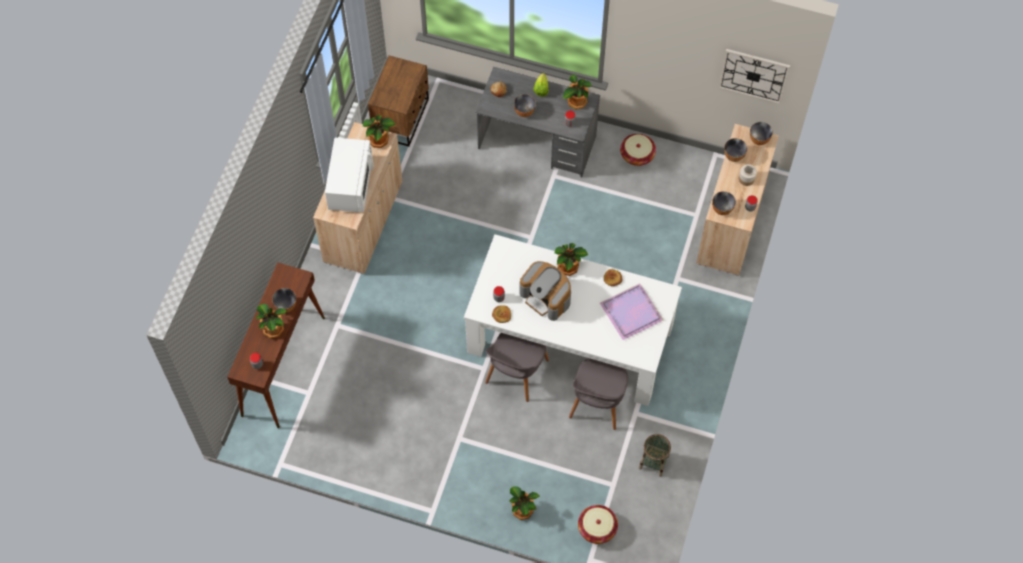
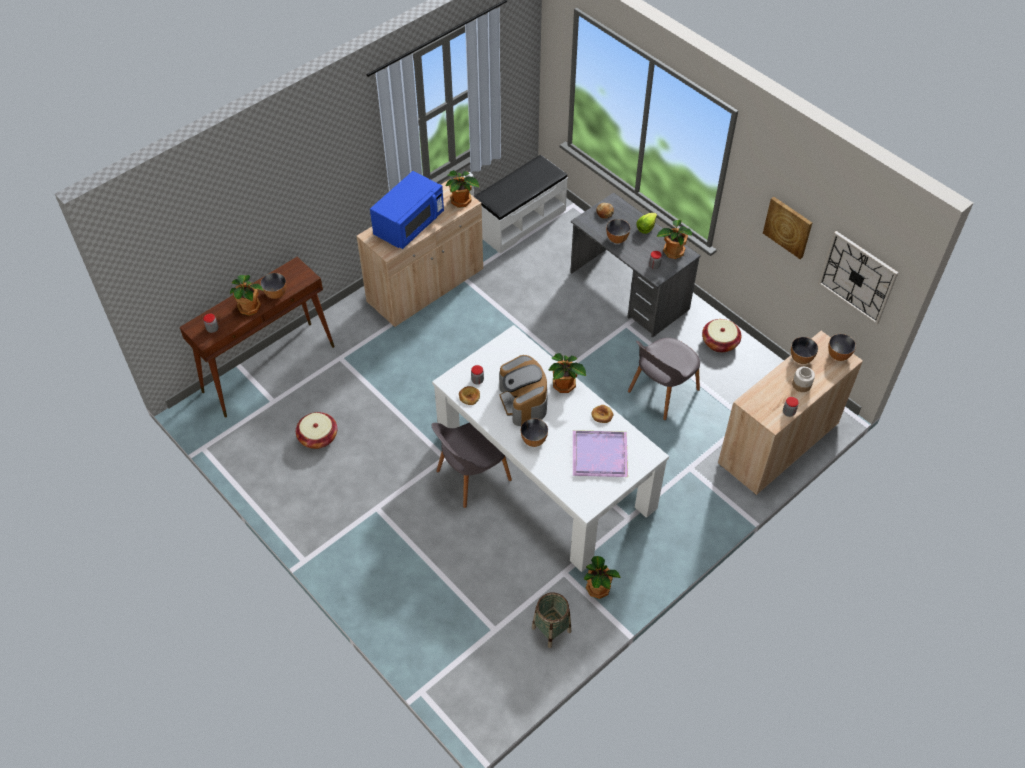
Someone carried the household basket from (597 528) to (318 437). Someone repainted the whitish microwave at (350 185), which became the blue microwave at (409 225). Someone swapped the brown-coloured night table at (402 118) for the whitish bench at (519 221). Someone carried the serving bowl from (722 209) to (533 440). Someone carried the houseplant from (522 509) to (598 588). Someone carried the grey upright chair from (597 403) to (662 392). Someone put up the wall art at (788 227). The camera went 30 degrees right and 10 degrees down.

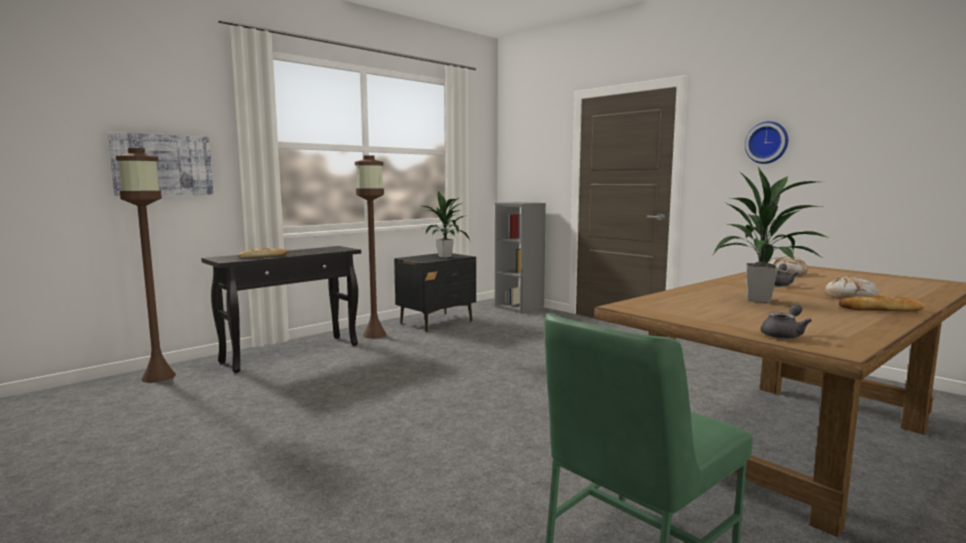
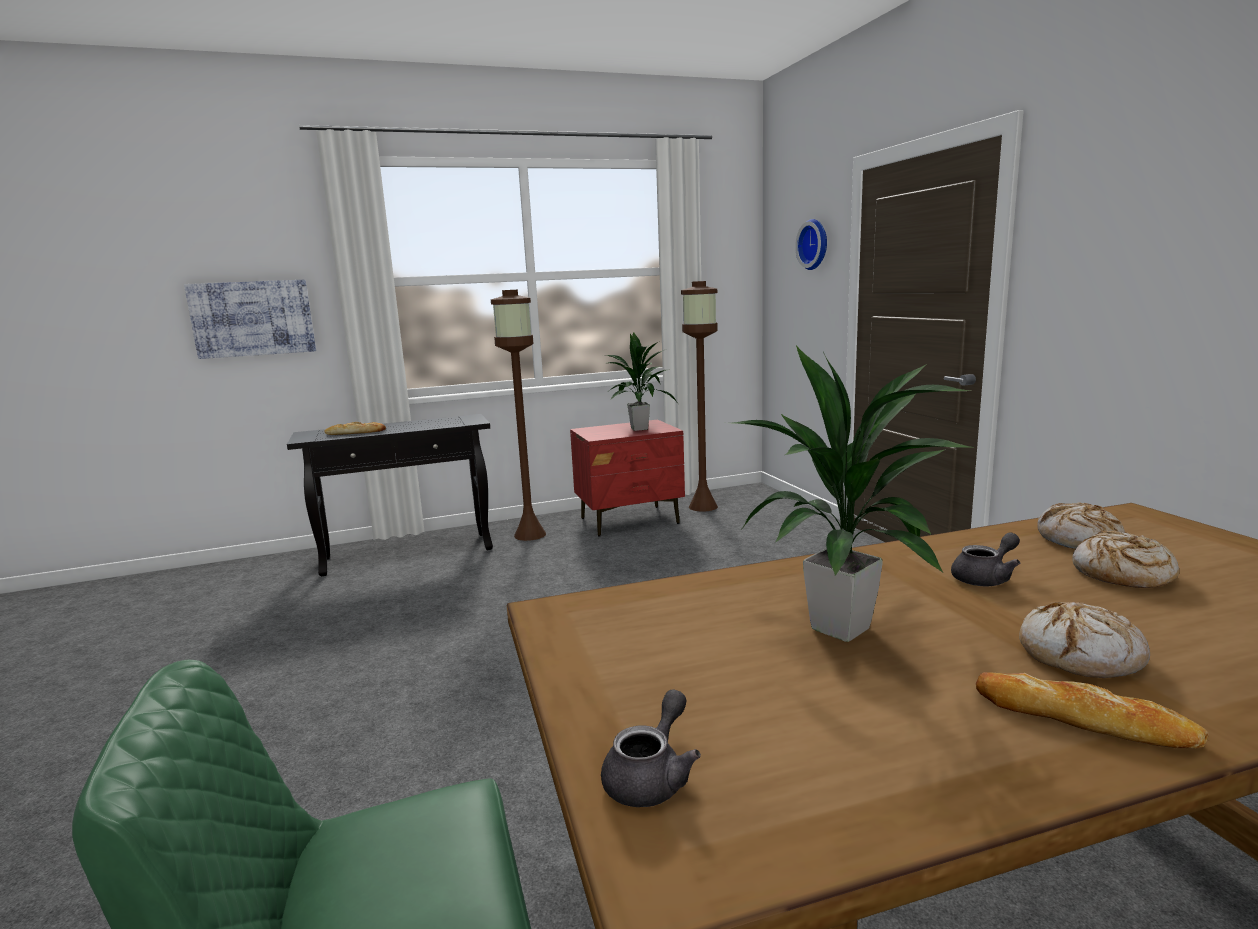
Someone repainted the black night table at (437 322), which became the red-coloured night table at (630 521). Someone rotated the grey teapot at (784 335) by 45 degrees counterclockwise. Someone carried the brown-coloured standard lamp from (158 377) to (703 507). Someone carried the hanging clock from (767 142) to (815 244). Someone put down the bread at (1122 574). Someone took away the grey bookshelf at (519 307). The camera went 25 degrees right and 5 degrees up.

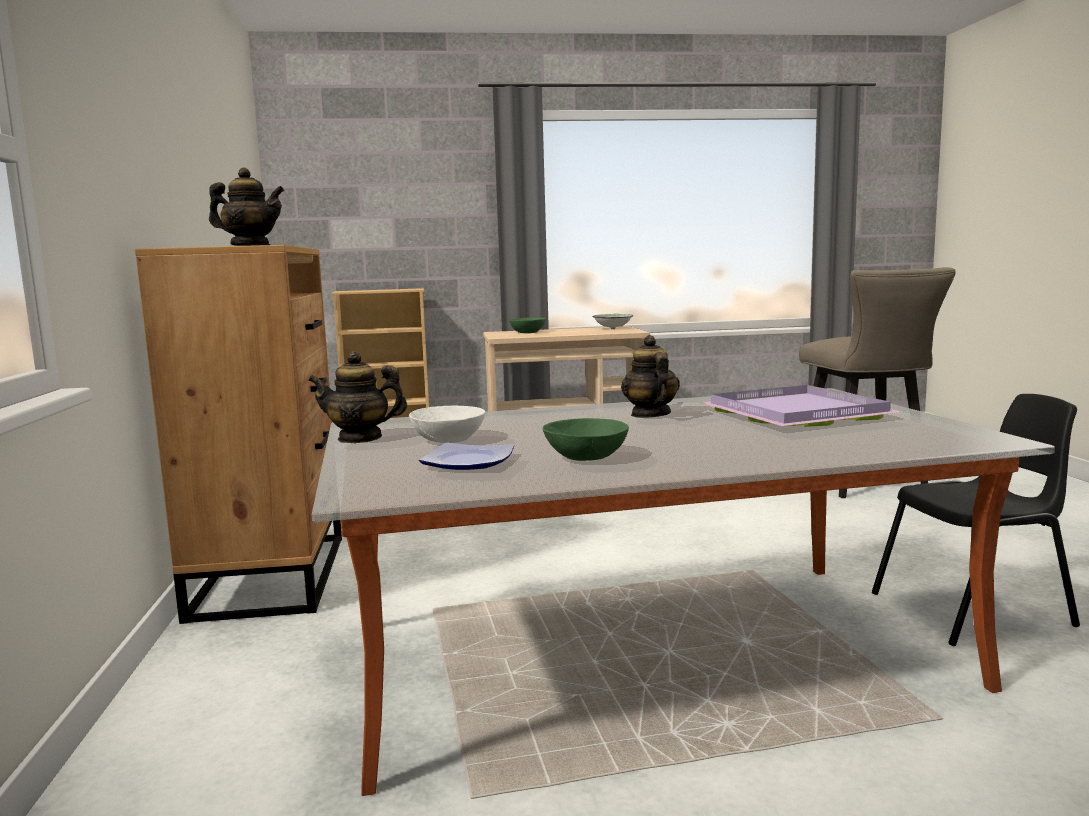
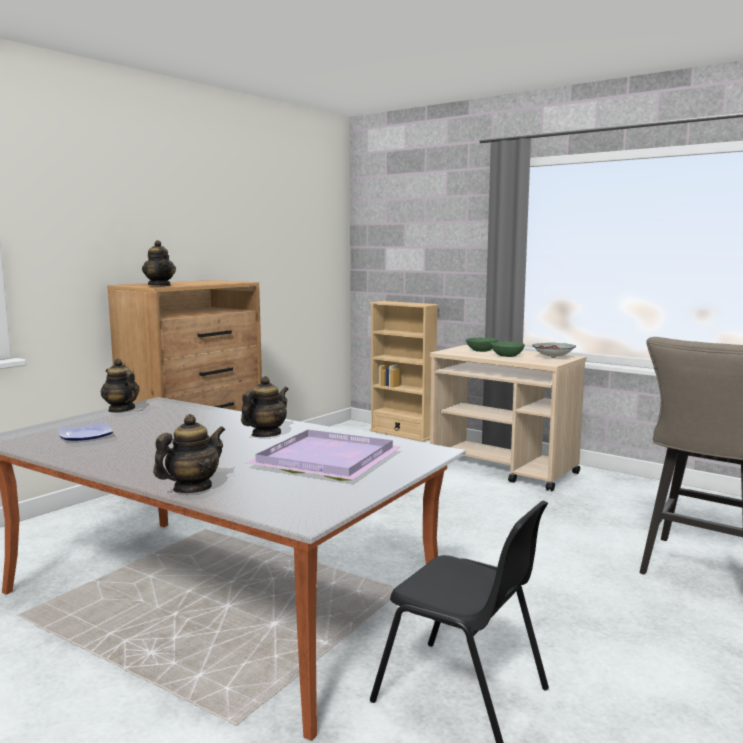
Someone put down the teapot at (192 488). Someone carried the greenish serving bowl from (585 457) to (507 356). Someone took away the whitish serving bowl at (448 440). The camera went 45 degrees right and 0 degrees up.

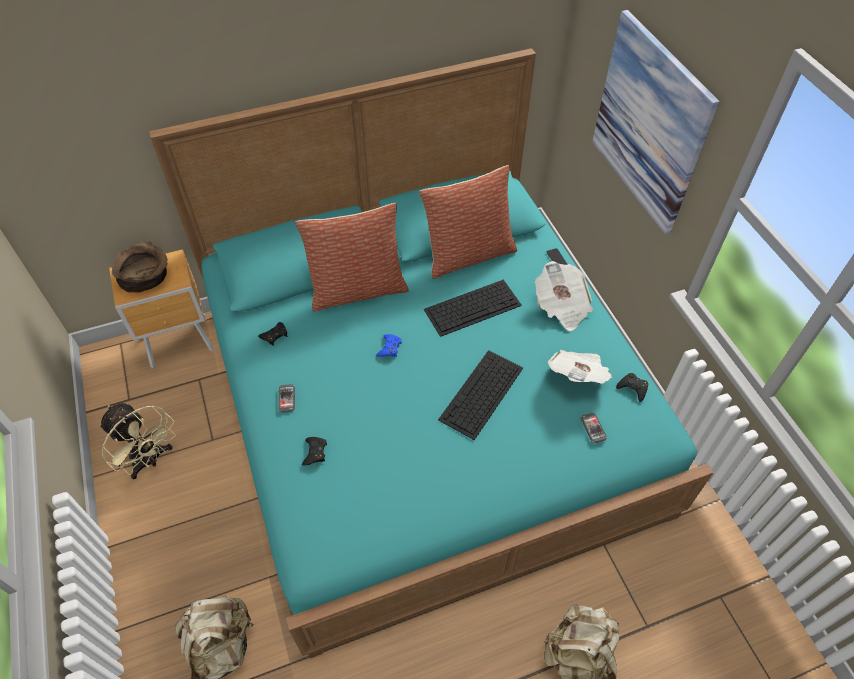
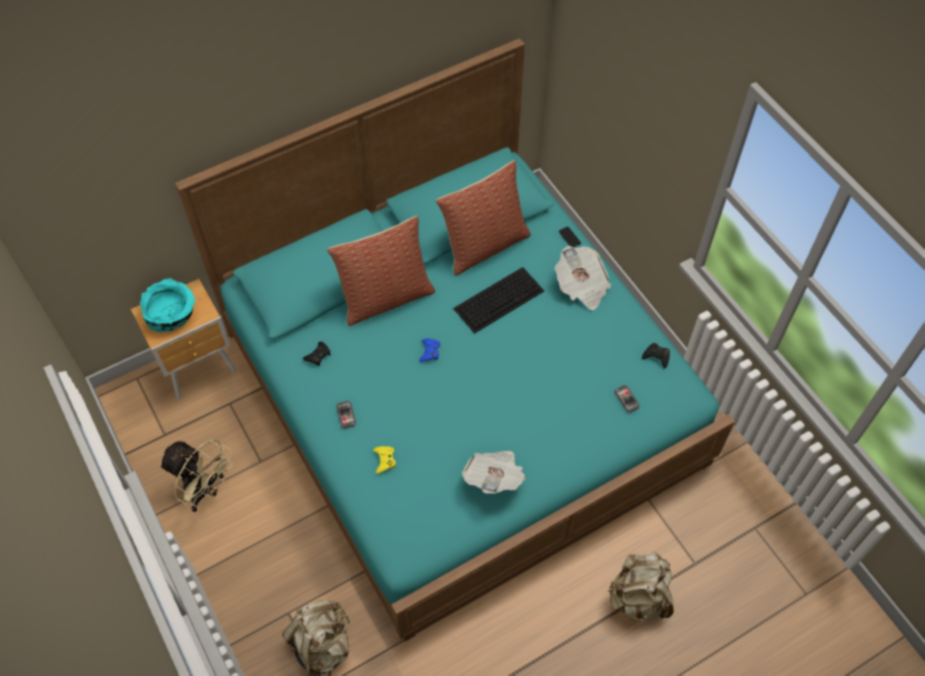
Someone repainted the brown-coloured serving bowl at (146 277), which became the turquoise-coloured serving bowl at (171 313). Someone repainted the black game controller at (315 452), which became the yellowish game controller at (384 460). Someone carried the newspaper from (578 375) to (494 477). Someone took away the PC keyboard at (481 394). Someone took away the wall art at (650 123). The camera went 10 degrees left and 5 degrees up.

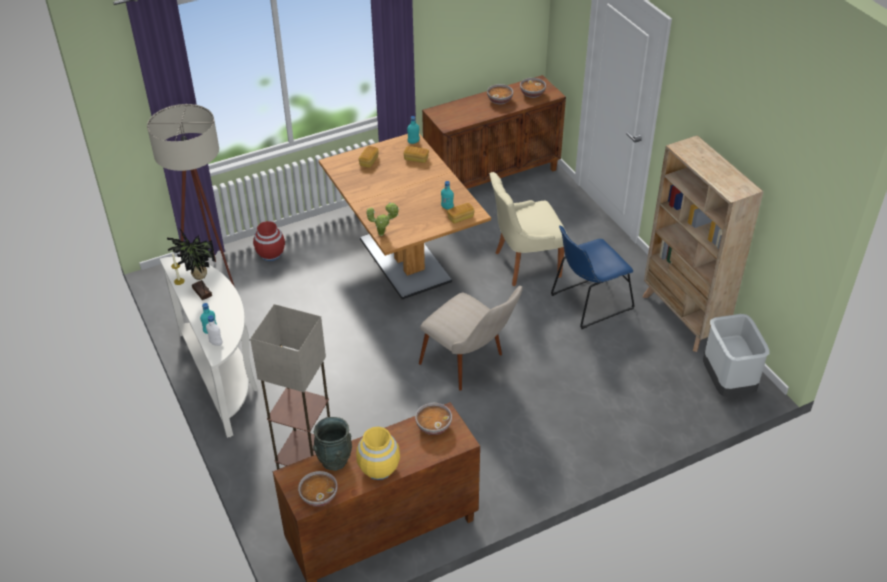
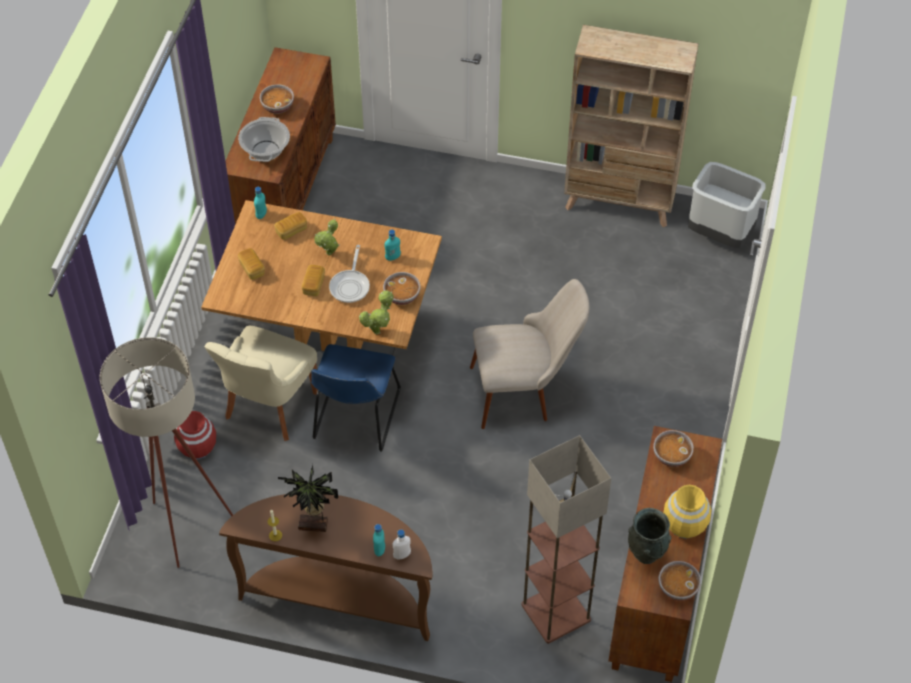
Someone carried the beige-coloured upright chair from (524 264) to (268 407). Someone repainted the whitish narrow table at (223 377), which became the brown-coloured narrow table at (340 597). Someone put down the cooking pot at (265 150). Someone carried the bread from (460 218) to (314 285). Someone carried the blue upright chair from (588 303) to (355 417). Someone put down the houseplant at (329 255). Someone put down the skillet at (350 286). Someone carried the serving bowl from (532 94) to (402 296). The camera went 50 degrees left and 10 degrees up.

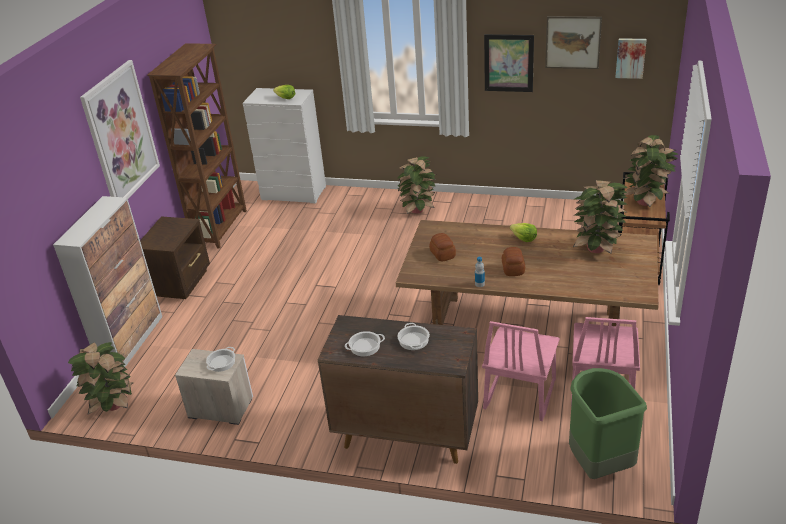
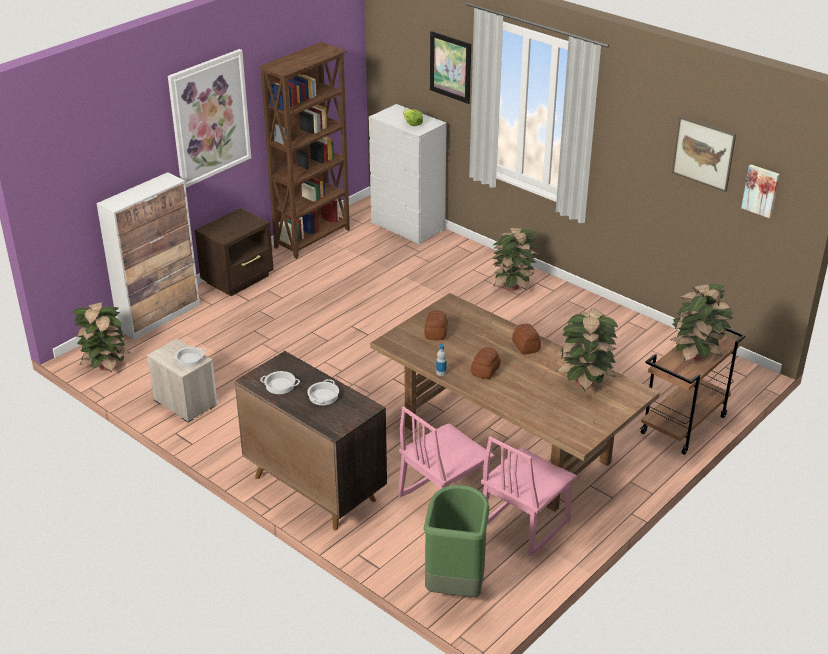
Someone carried the wall art from (508 63) to (450 67). Someone swapped the lettuce at (523 239) for the bread at (525 346). The camera went 25 degrees right and 0 degrees up.

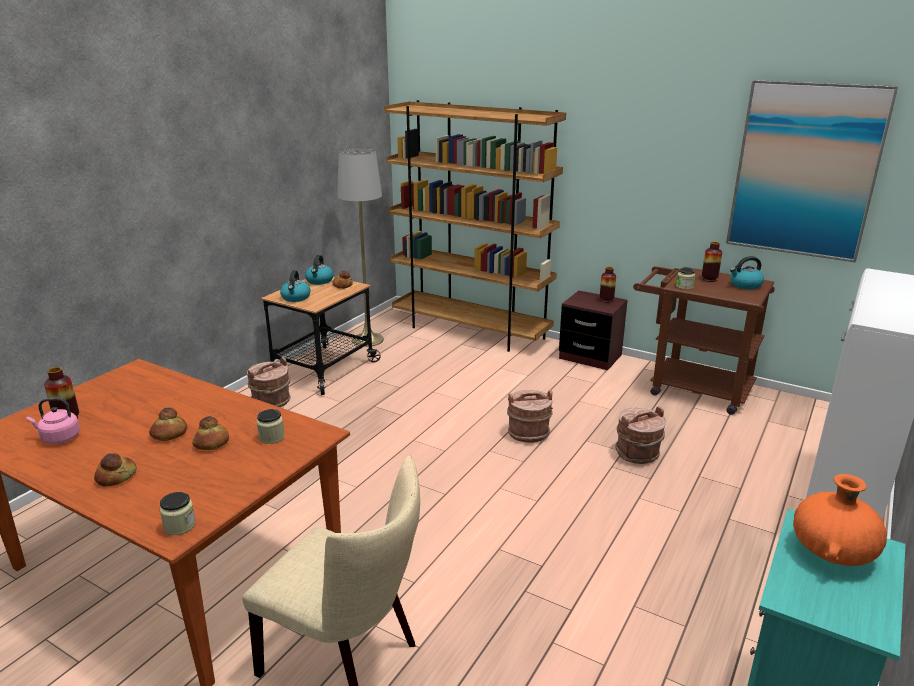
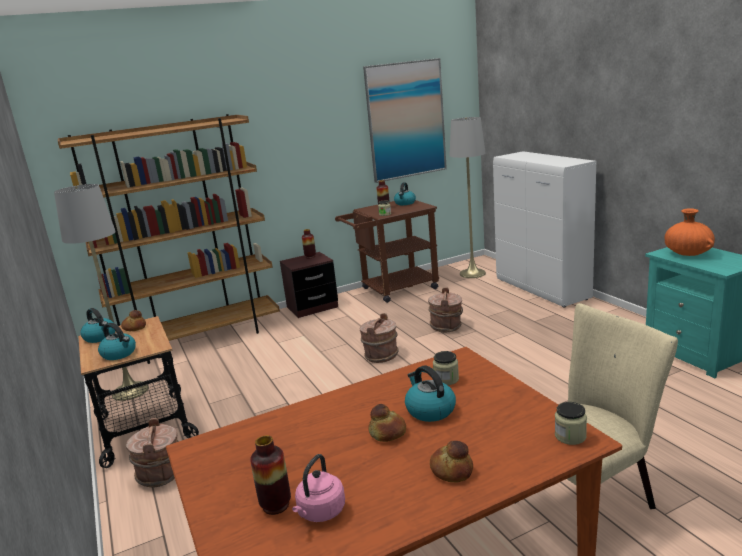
Someone swapped the bread at (211 443) for the tea kettle at (429 410). Someone put down the grey standard lamp at (472 273). The camera went 55 degrees left and 5 degrees down.

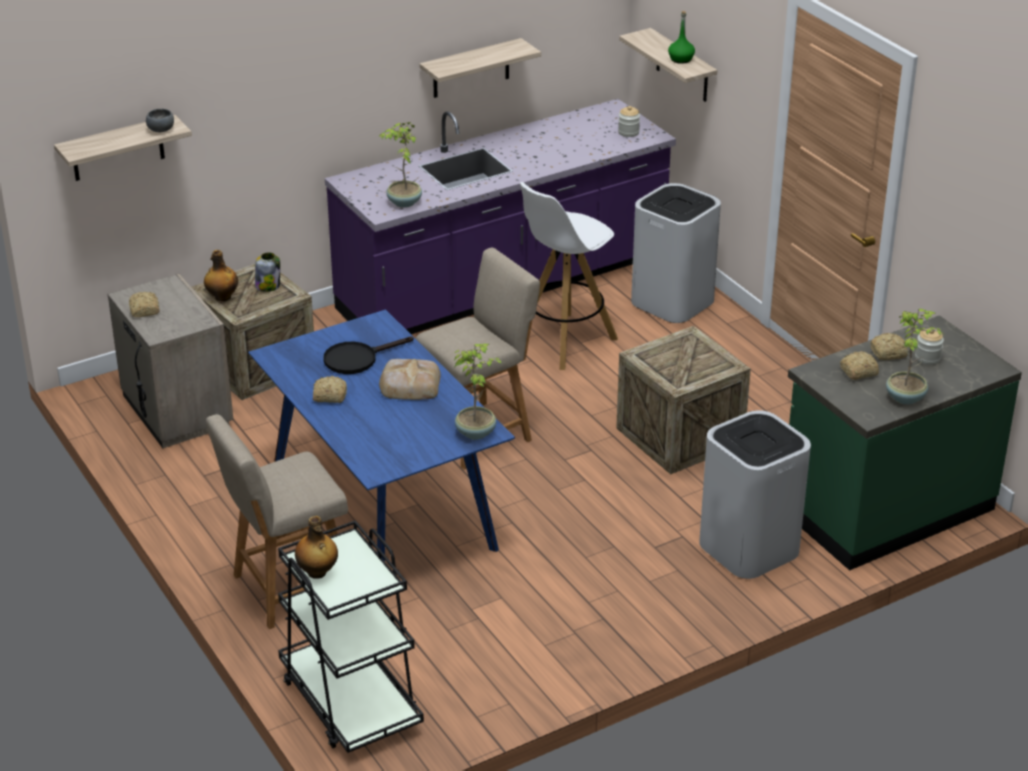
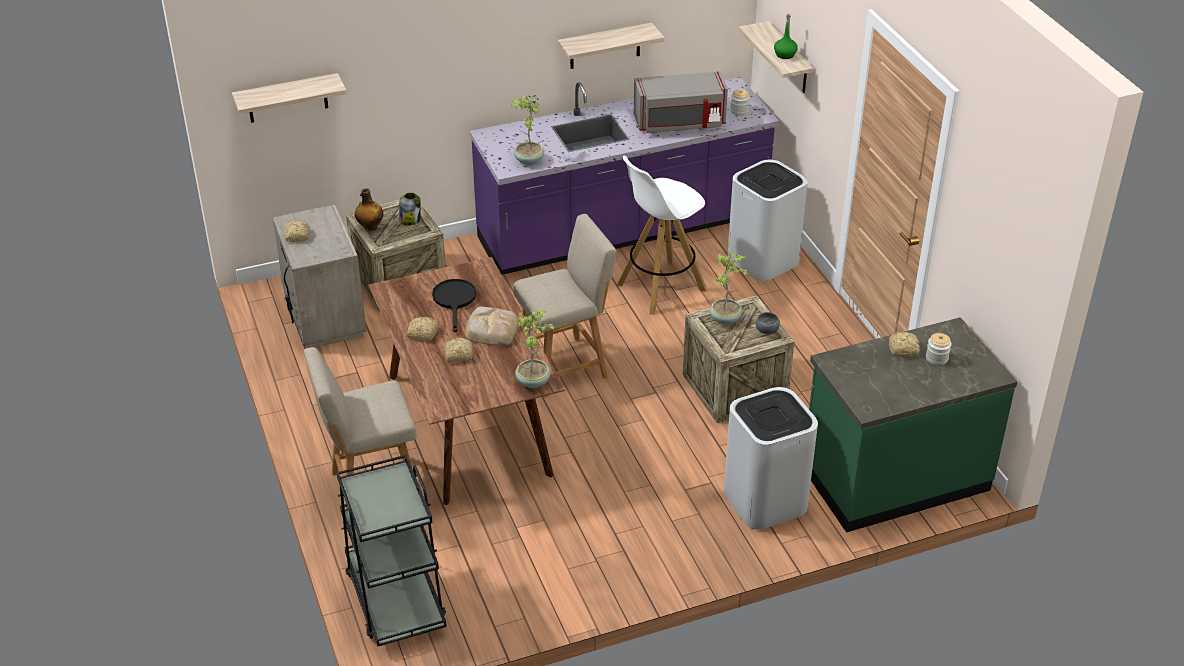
Someone repainted the blue dinner table at (380 507), which became the brown-coloured dinner table at (466 424). Someone rotated the black skillet at (357 359) by 105 degrees clockwise. Someone carried the bread from (857 372) to (457 355). Someone put down the grey microwave at (680 123). Someone carried the houseplant from (906 397) to (726 319). Someone carried the grey serving bowl from (161 130) to (767 331). Someone took away the bottle at (317 572). The camera went 10 degrees right and 5 degrees up.

